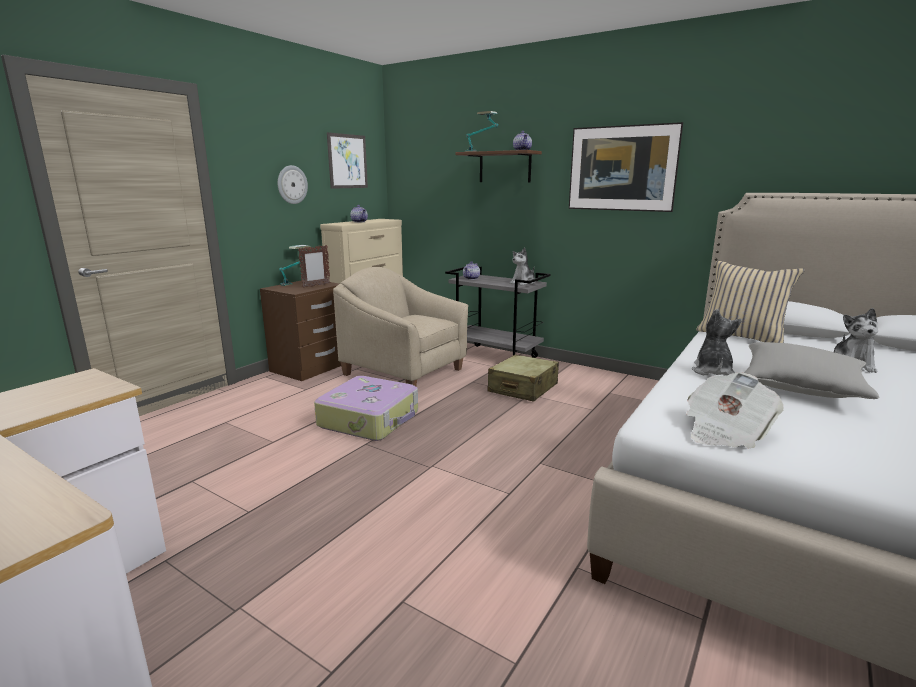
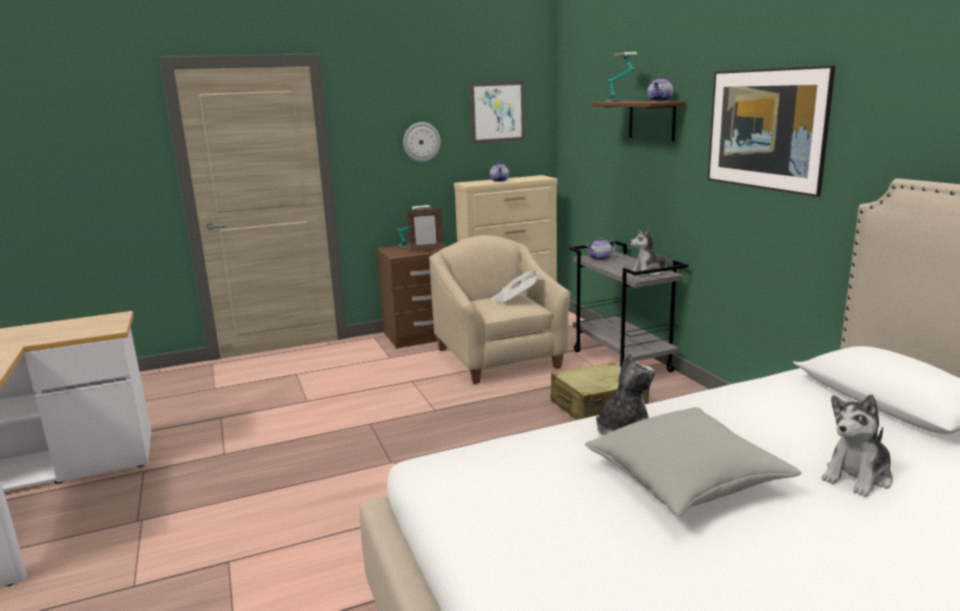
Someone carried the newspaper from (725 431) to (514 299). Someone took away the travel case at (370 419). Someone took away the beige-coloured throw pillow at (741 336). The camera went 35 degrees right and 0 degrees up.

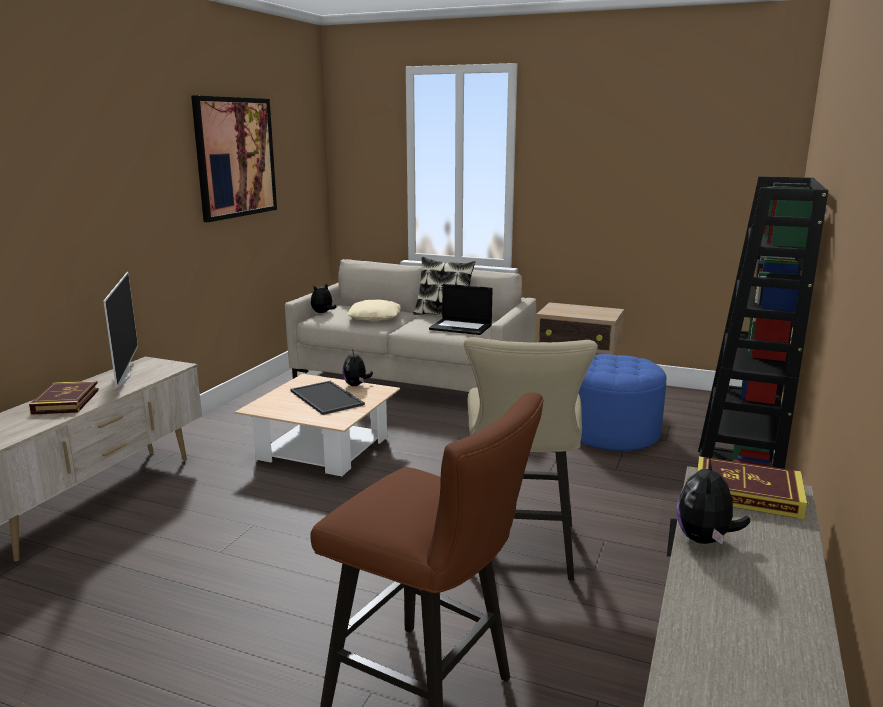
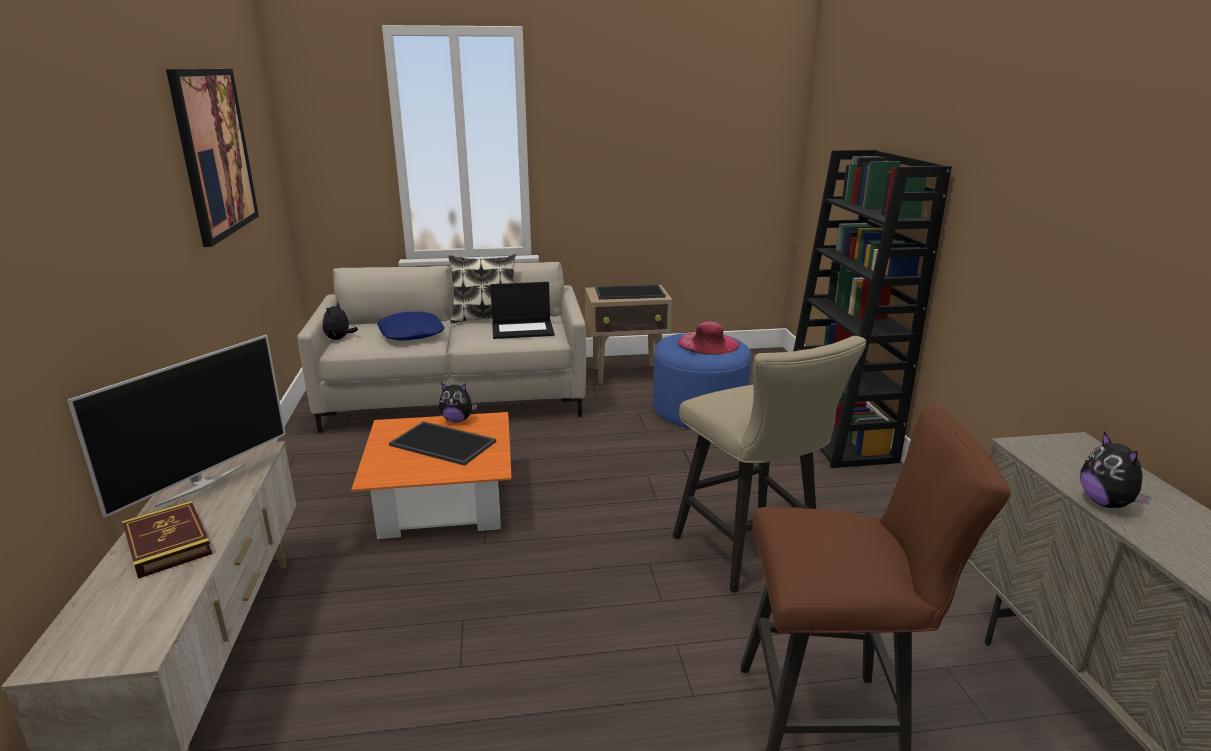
Someone rotated the TV at (123 376) by 75 degrees clockwise. Someone repainted the beige-coloured lounge table at (323 448), which became the orangey lounge table at (443 502). Someone repainted the beige-coloured throw pillow at (375 317), which became the blue throw pillow at (412 333). Someone rotated the soft toy at (356 385) by 45 degrees counterclockwise. Someone put down the serving tray at (630 292). Someone put down the pink clothing hat at (708 343). Someone took away the book at (747 493). The camera went 30 degrees left and 5 degrees up.

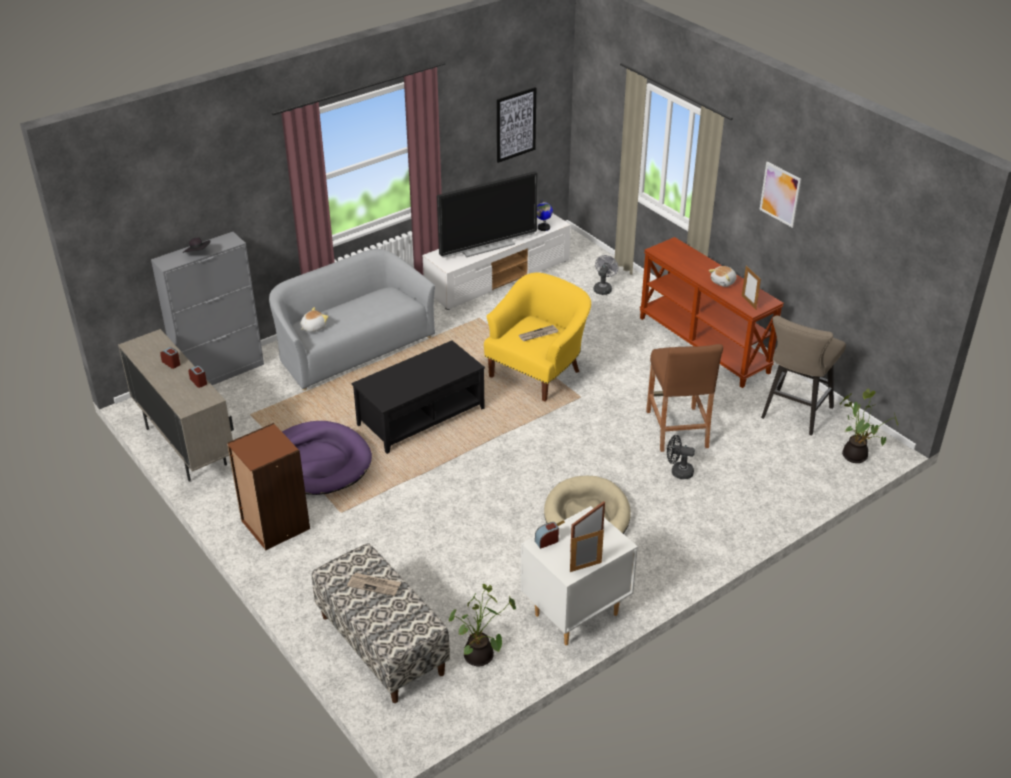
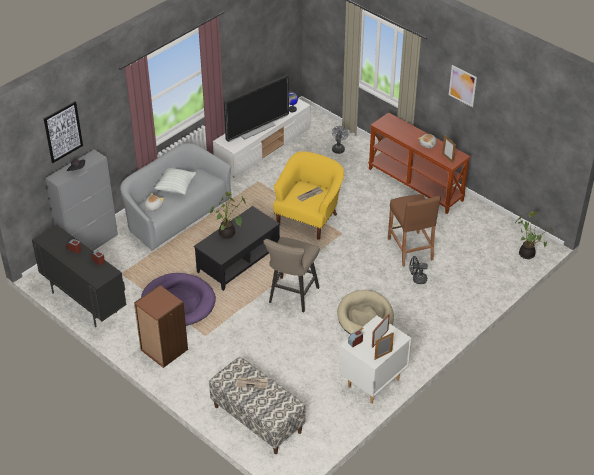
Someone repainted the beige-coloured storage cabinet at (185 446), which became the black storage cabinet at (84 302). Someone carried the wall art from (515 124) to (63 132). Someone put down the throw pillow at (176 188). Someone carried the houseplant from (480 658) to (228 234). Someone carried the beige-coloured stool seat from (793 415) to (291 297). The camera went 10 degrees left and 5 degrees up.

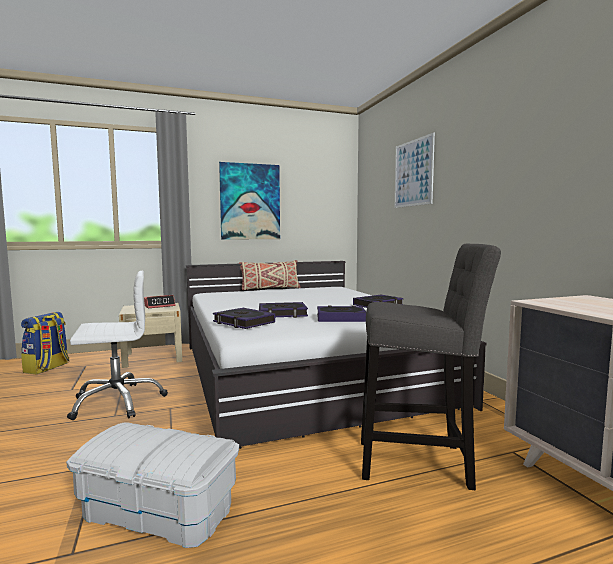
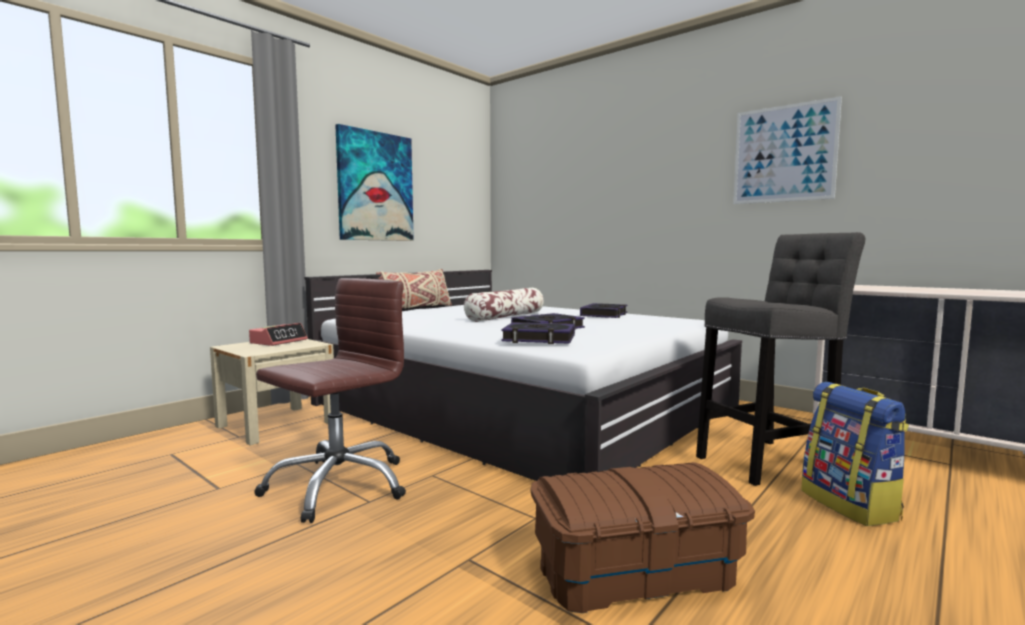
Someone repainted the whitish desk chair at (117 402), which became the brown-coloured desk chair at (338 485). Someone put down the throw pillow at (505 316). Someone repainted the whitish storage bin at (158 510), which became the brown-coloured storage bin at (635 572). Someone carried the wall art from (413 173) to (784 154). Someone carried the knapsack from (47 368) to (851 505). Someone took away the book at (341 318). The camera went 30 degrees left and 0 degrees up.

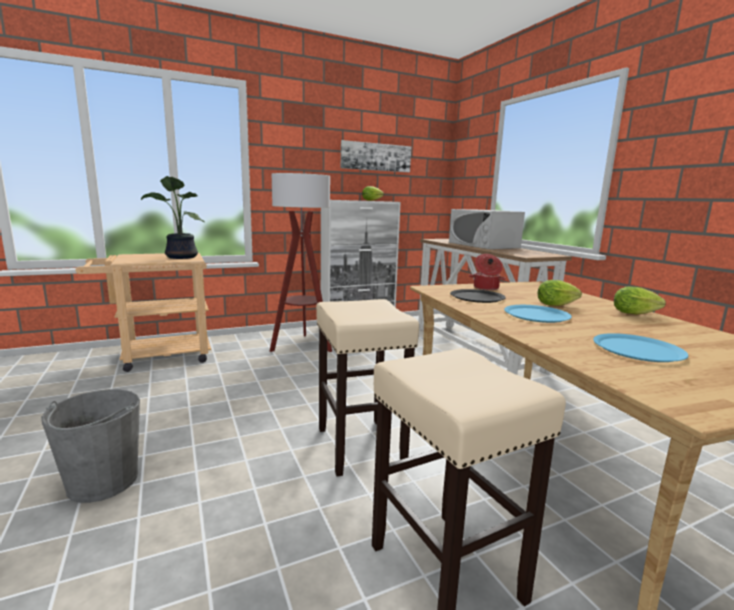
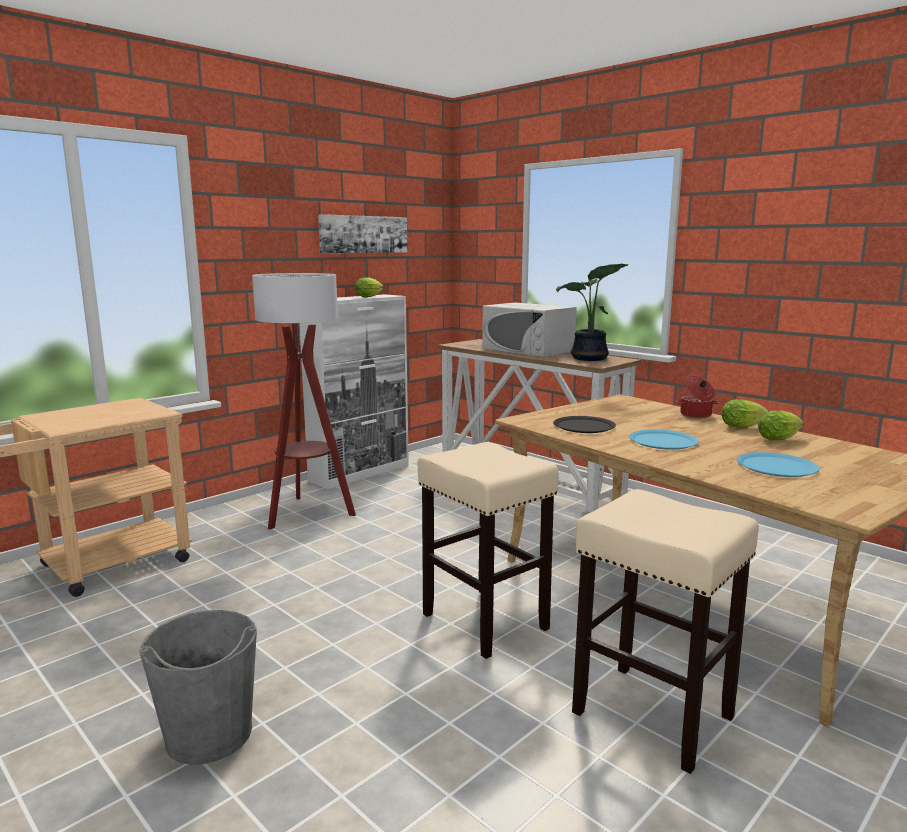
Someone carried the houseplant from (180 257) to (589 359). Someone carried the cooking pot from (486 288) to (696 415). Someone carried the lettuce from (558 305) to (780 439). The camera went 20 degrees left and 0 degrees up.

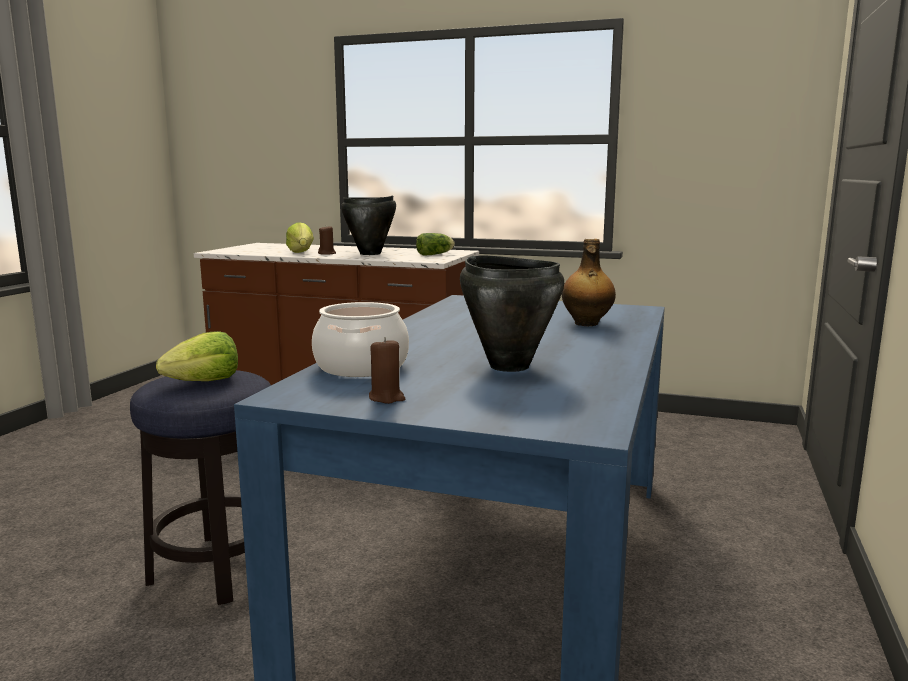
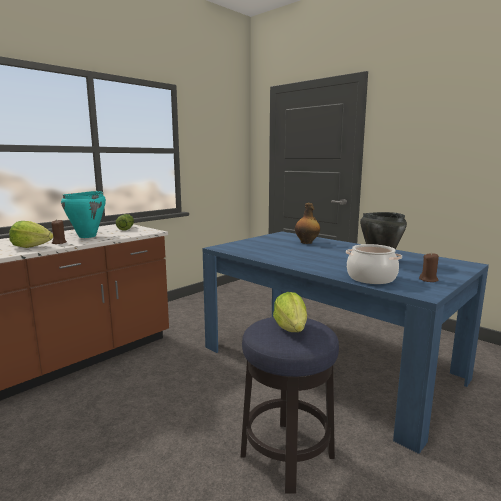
Someone repainted the black cooking pot at (370 254), which became the turquoise-coloured cooking pot at (87 236). The camera went 65 degrees left and 0 degrees up.

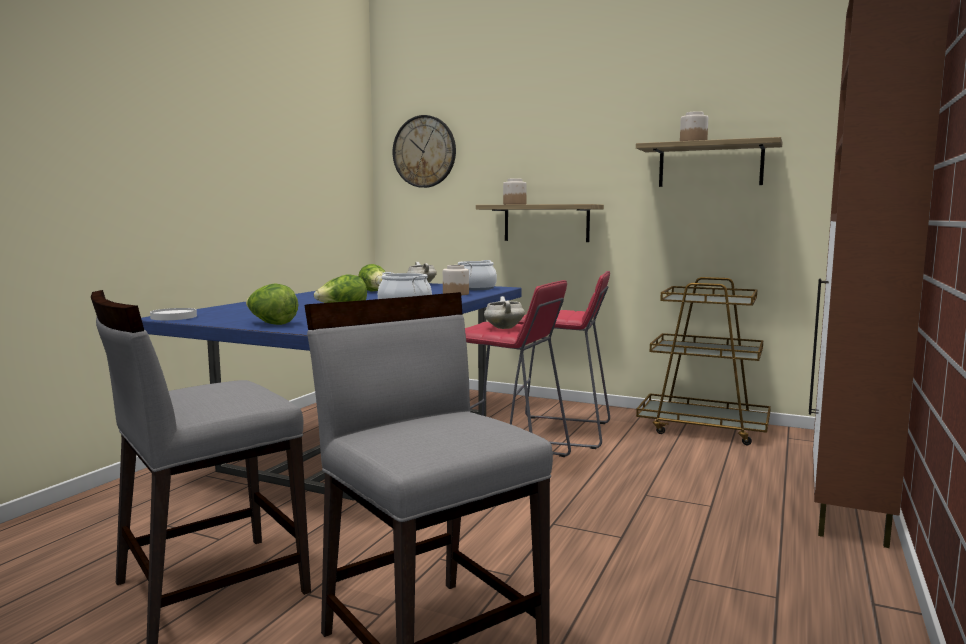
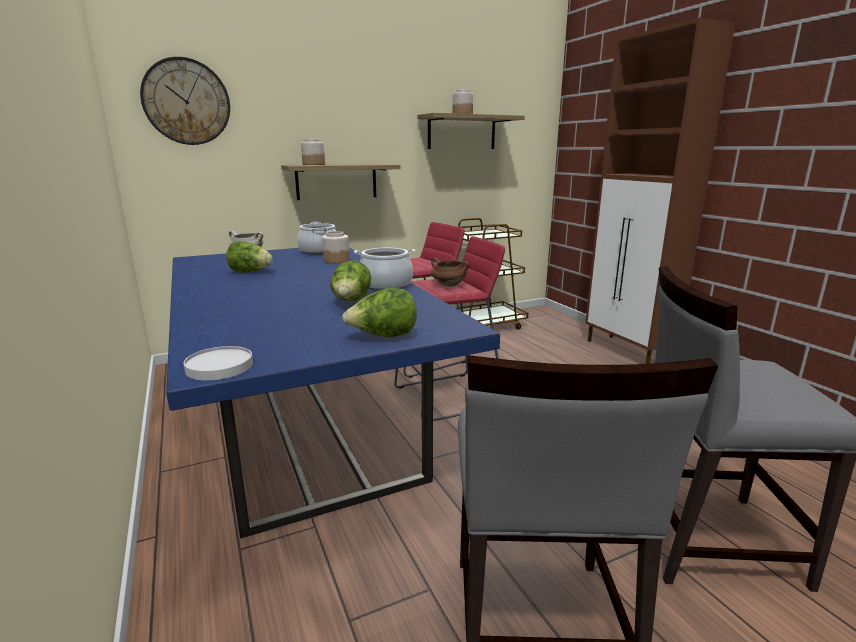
Someone repainted the whitish cooking pot at (503 328), which became the brown-coloured cooking pot at (448 285). The camera went 50 degrees left and 10 degrees up.

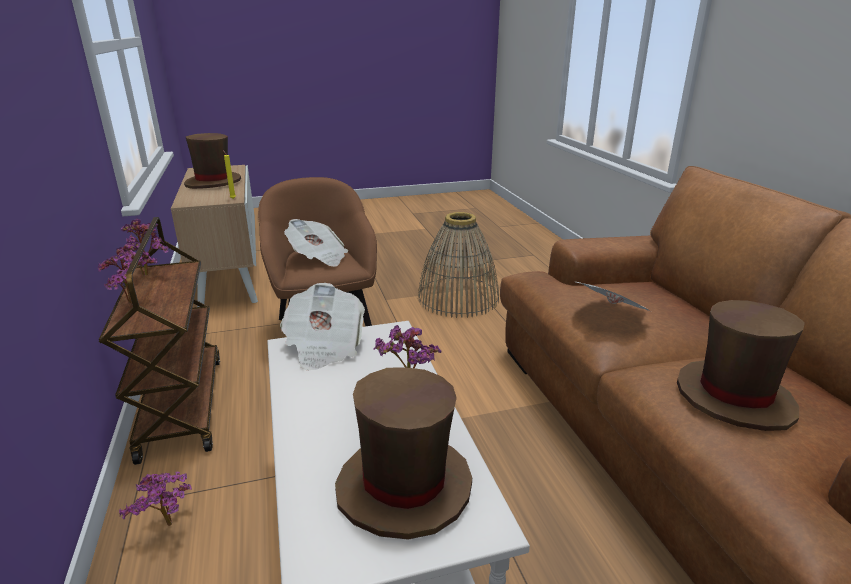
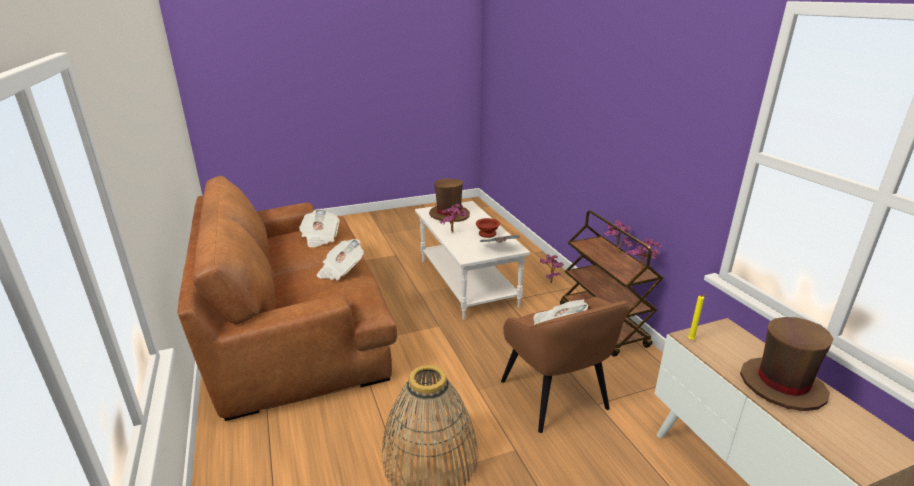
Someone swapped the brown-coloured clothing hat at (733 397) for the newspaper at (320 238). Someone put down the brown-coloured serving bowl at (488 234). The camera went 175 degrees right and 0 degrees up.

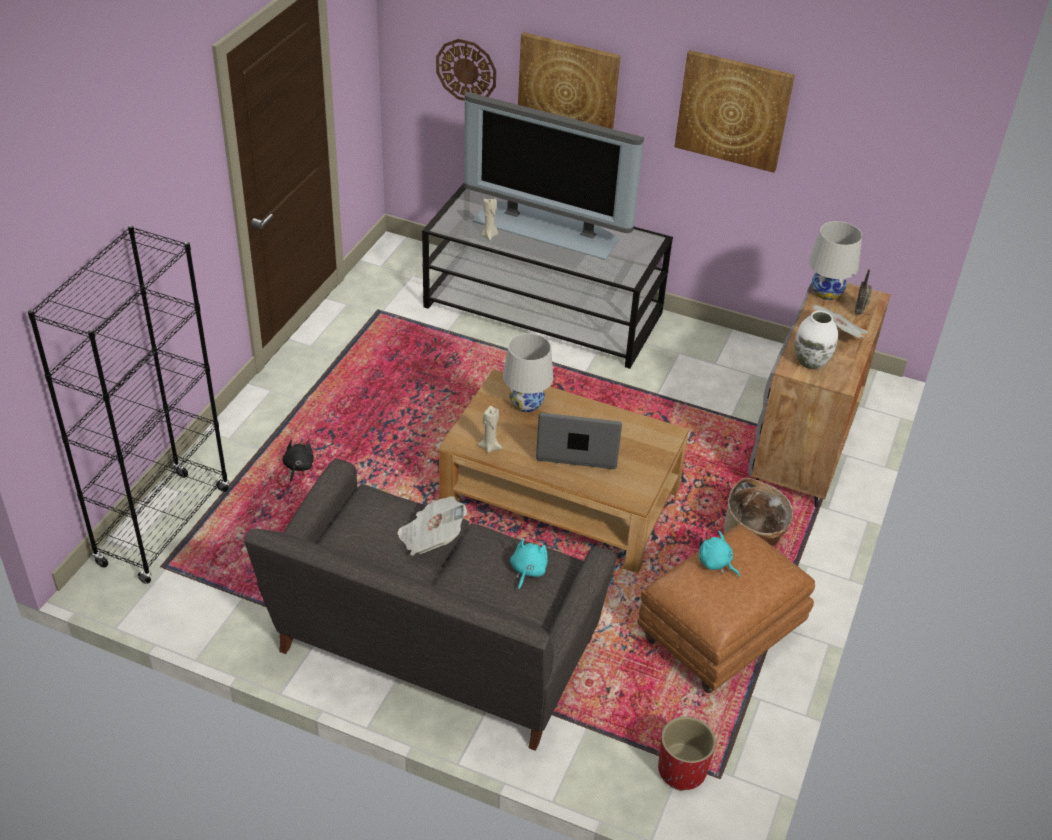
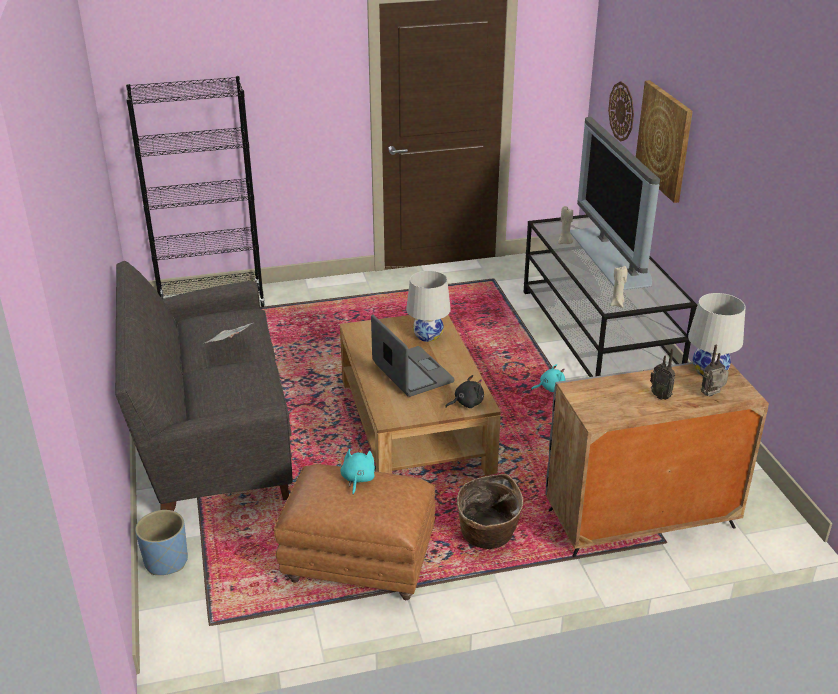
Someone put down the blue planter at (166 561). Someone carried the black soft toy from (298 467) to (466 403). Someone carried the turquoise-coloured soft toy from (527 571) to (550 388). Someone carried the beige-coloured candle from (490 447) to (617 304). Someone swapped the newspaper at (838 334) for the radio set at (660 396). Someone took away the red-coloured planter at (682 769). Someone took away the wall art at (733 110). Someone took away the whitish flower vase at (810 362). The camera went 55 degrees right and 10 degrees down.

